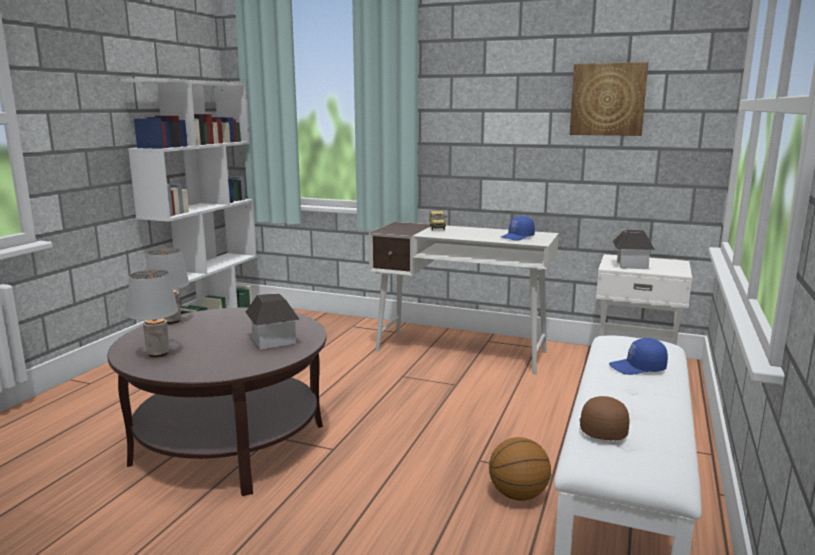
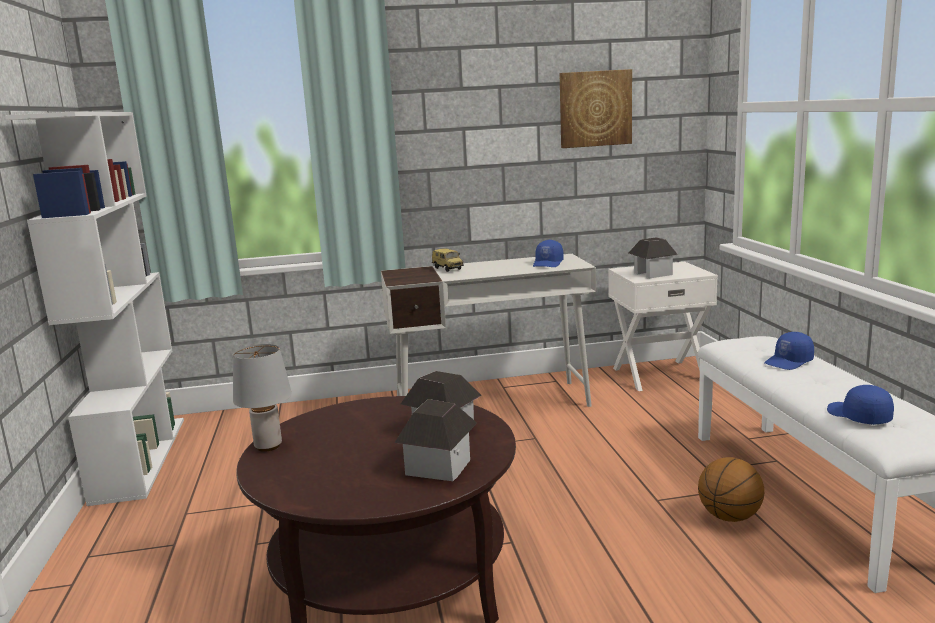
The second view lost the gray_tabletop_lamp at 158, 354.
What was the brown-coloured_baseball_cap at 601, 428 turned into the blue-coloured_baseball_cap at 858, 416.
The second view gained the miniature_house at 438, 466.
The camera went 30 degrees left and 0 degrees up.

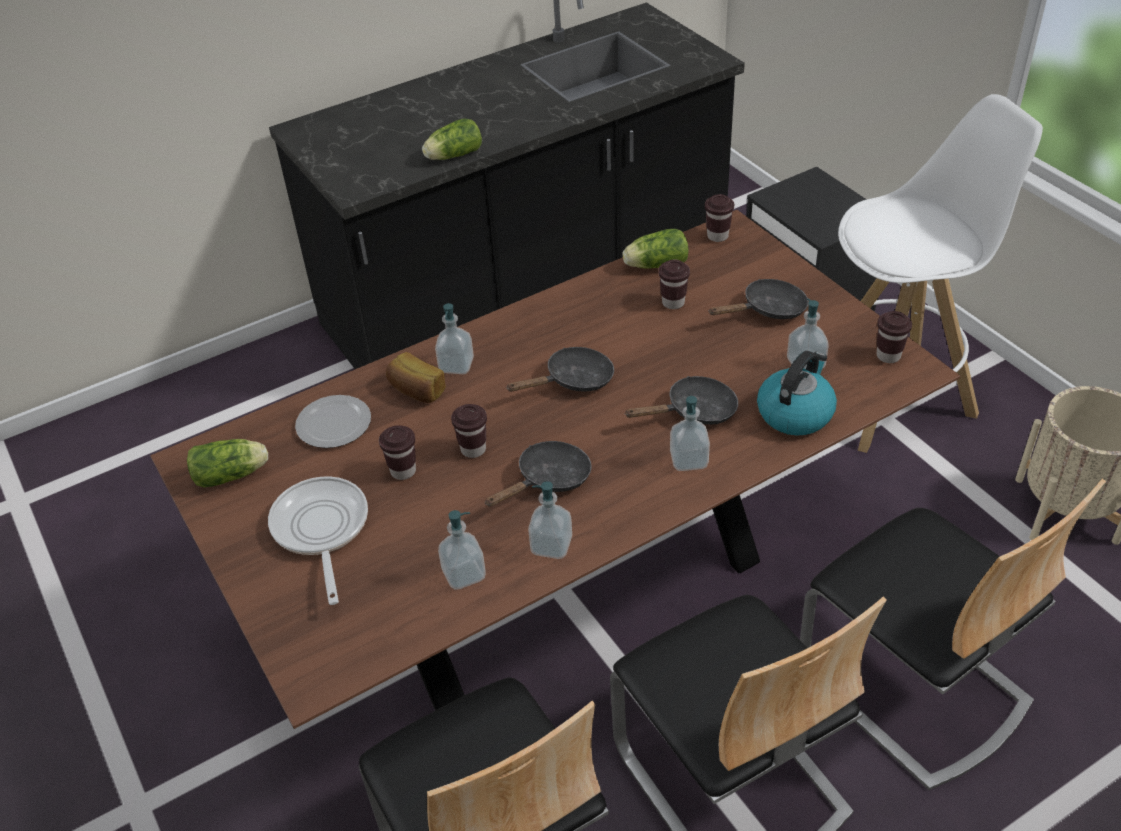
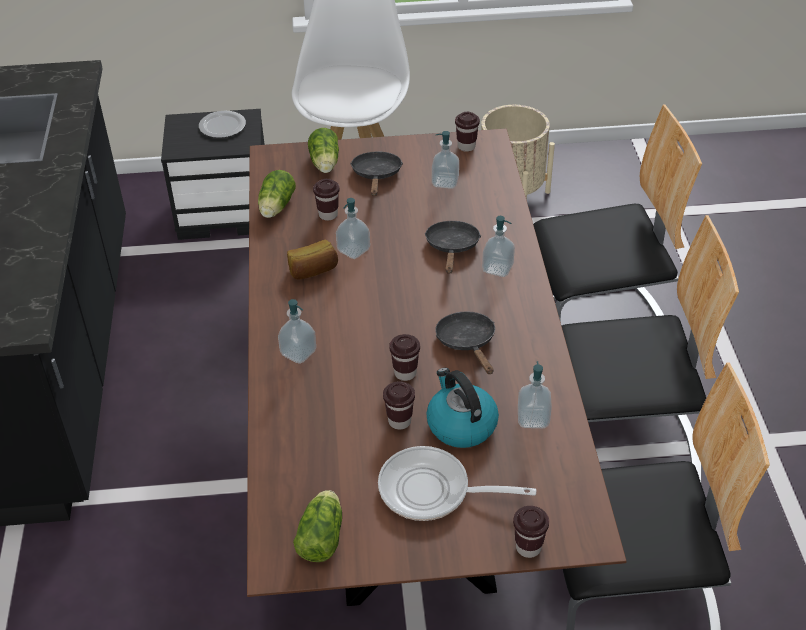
The lettuce ended up elsewhere, having gone from 452, 156 to 325, 164.
The brown-coloured_drinking_cup ended up elsewhere, having gone from 717, 236 to 528, 547.
The second view lost the black_skillet at 573, 380.
The water_kettle ended up elsewhere, having gone from 795, 412 to 460, 425.
The bread ended up elsewhere, having gone from 416, 391 to 313, 271.
The plate ended up elsewhere, having gone from 334, 425 to 223, 126.
The soap_bottle ended up elsewhere, having gone from 551, 545 to 353, 250.
The camera went 65 degrees left and 0 degrees up.

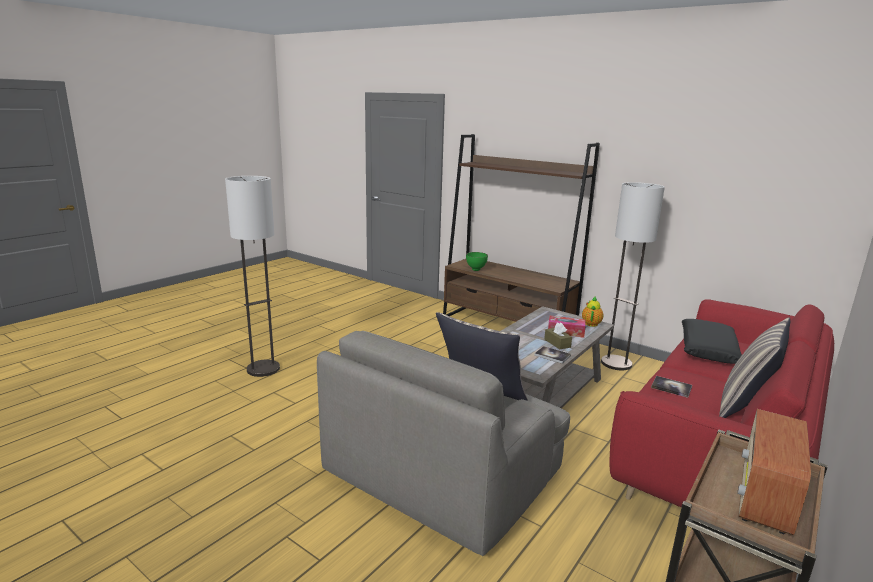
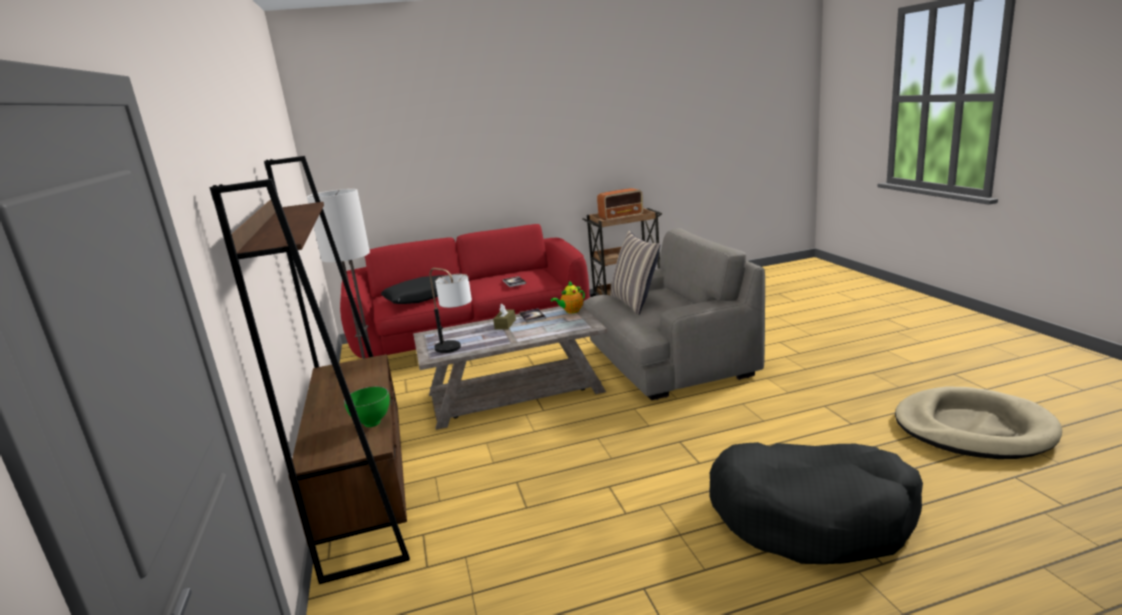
Where the standing_lamp stood at 263, 369, the black_pet_bed came to stand at 812, 516.
The teapot ended up elsewhere, having gone from 591, 323 to 571, 311.
The second view lost the tissue_box at 565, 331.
The second view lost the throw_pillow at 745, 406.
The second view gained the tabletop_lamp at 456, 350.
The second view gained the beige-coloured_pet_bed at 972, 428.
The camera went 140 degrees left and 0 degrees up.

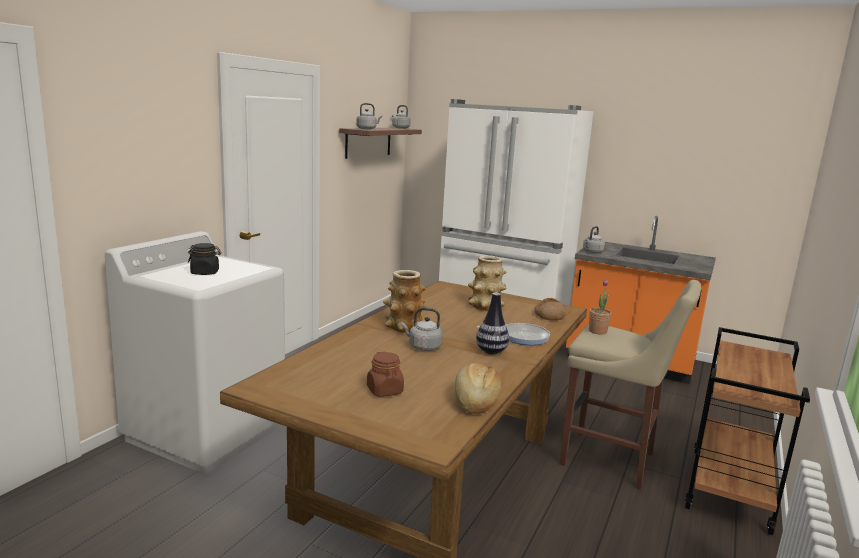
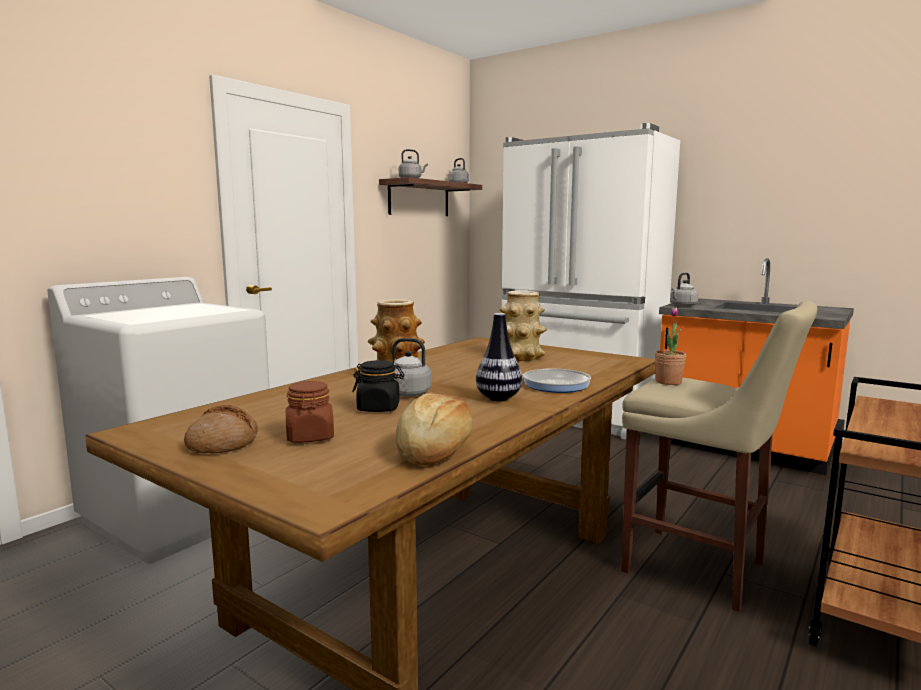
The black_storage_jar ended up elsewhere, having gone from 205, 273 to 379, 408.
The bread ended up elsewhere, having gone from 549, 315 to 222, 443.
The camera went 10 degrees right and 5 degrees down.

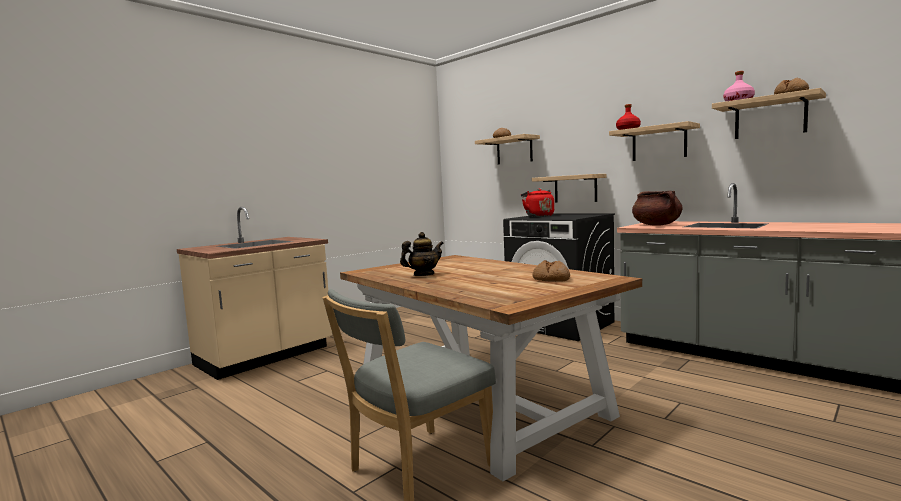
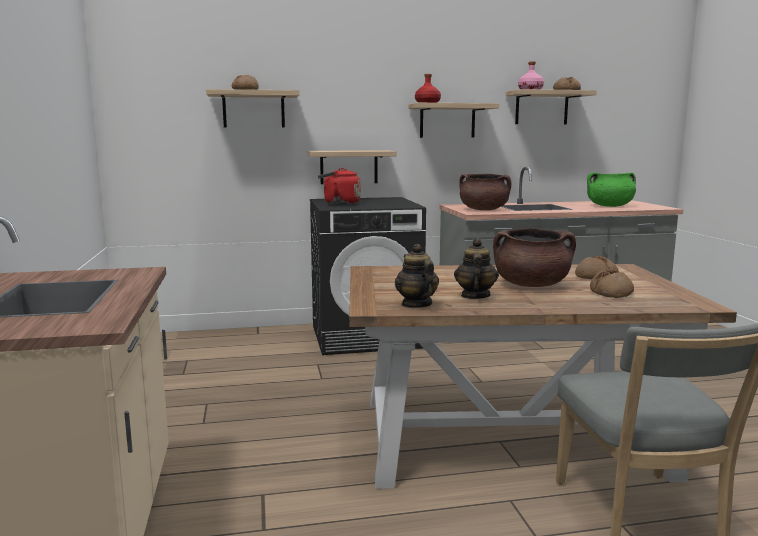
The second view gained the greenish_stockpot at 609, 206.
The second view gained the brown-coloured_stockpot at 531, 285.
The second view gained the teapot at 416, 304.
The second view gained the bread at 611, 293.
The camera went 55 degrees left and 5 degrees up.

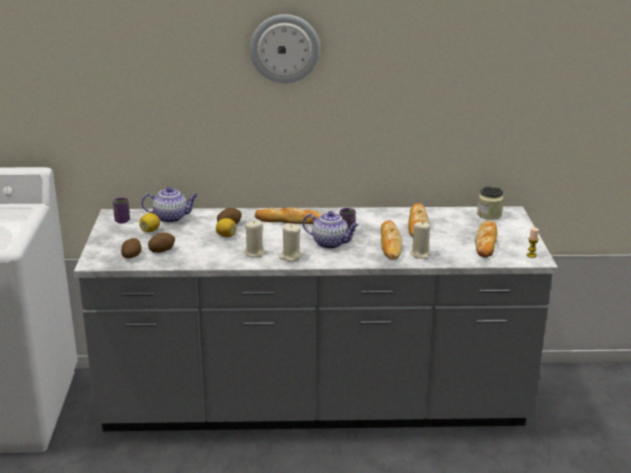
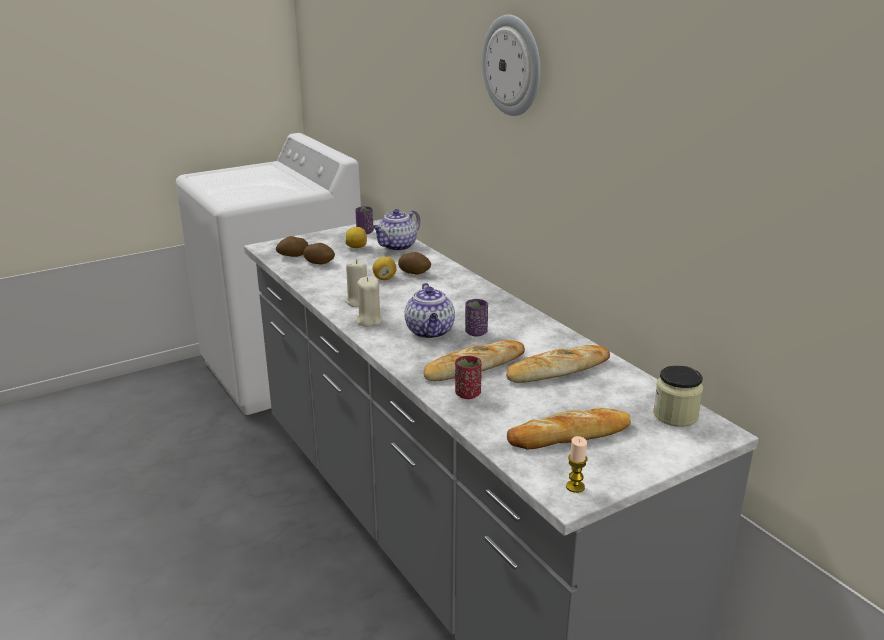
The teapot at 171, 217 ended up facing another way, 75 degrees clockwise from before.
The second view lost the bread at 291, 220.
Where the beige-coloured_wax_candle stood at 420, 254, the red_drinking_cup came to stand at 467, 394.
The camera went 60 degrees right and 0 degrees up.

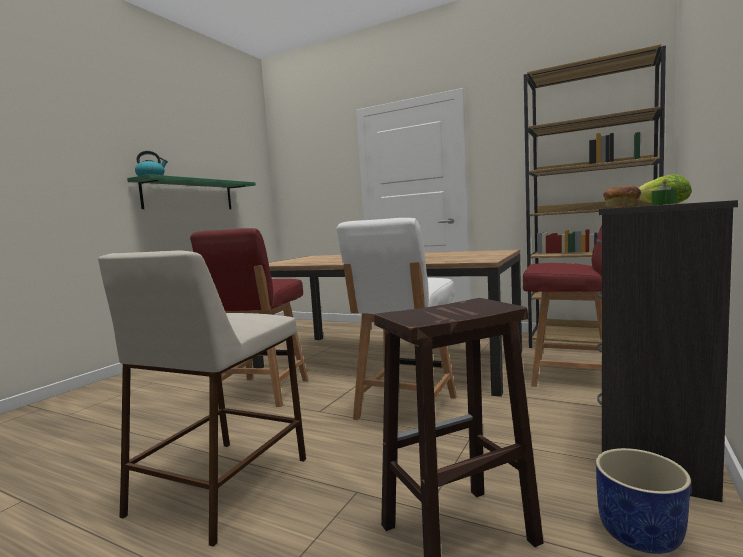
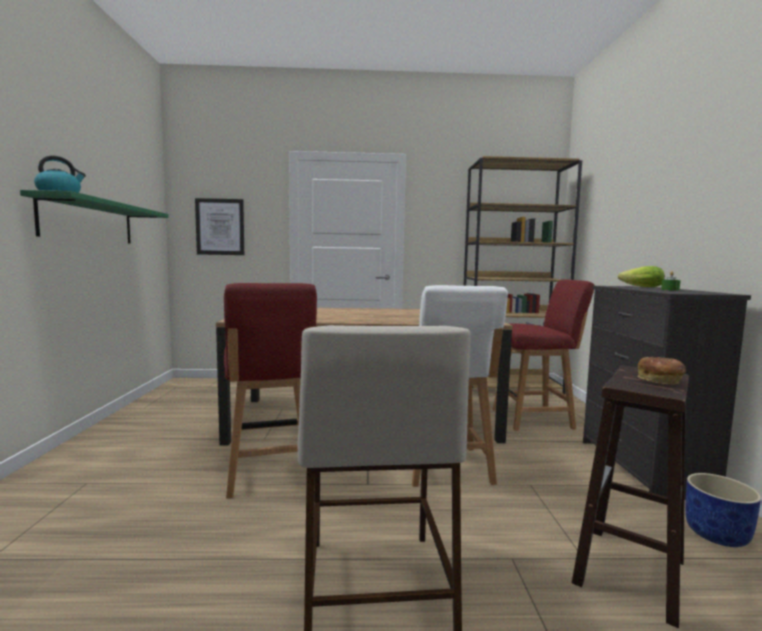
The bread ended up elsewhere, having gone from 621, 207 to 659, 381.
The second view gained the wall_picture at 220, 227.
The camera went 30 degrees left and 0 degrees up.

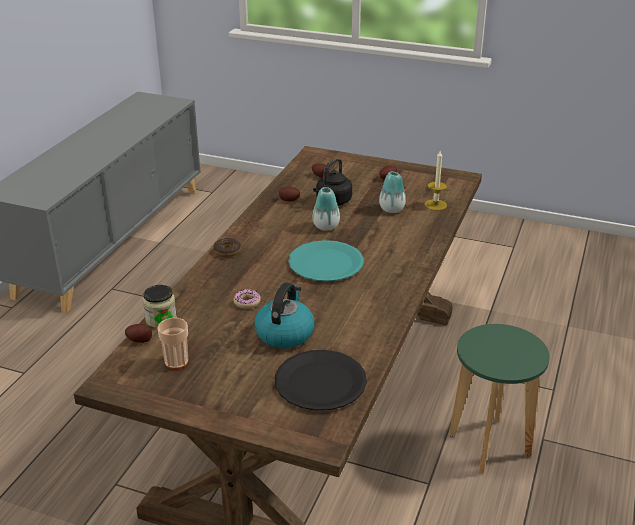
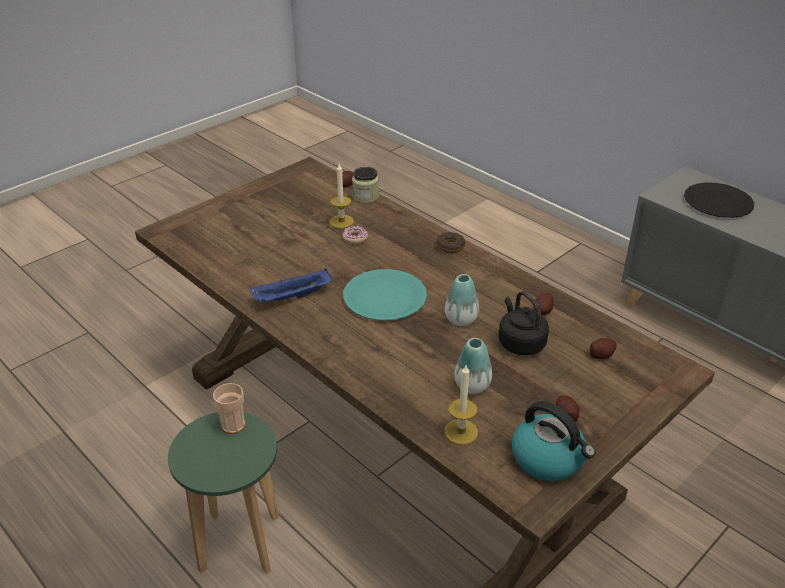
The water_kettle ended up elsewhere, having gone from 285, 333 to 548, 459.
The drinking_cup ended up elsewhere, having gone from 176, 362 to 233, 425.
The black_plate ended up elsewhere, having gone from 320, 382 to 718, 202.
The second view gained the wax_candle at 341, 221.
The second view gained the blue-coloured_carrying_tray at 292, 298.
The camera went 115 degrees right and 5 degrees up.

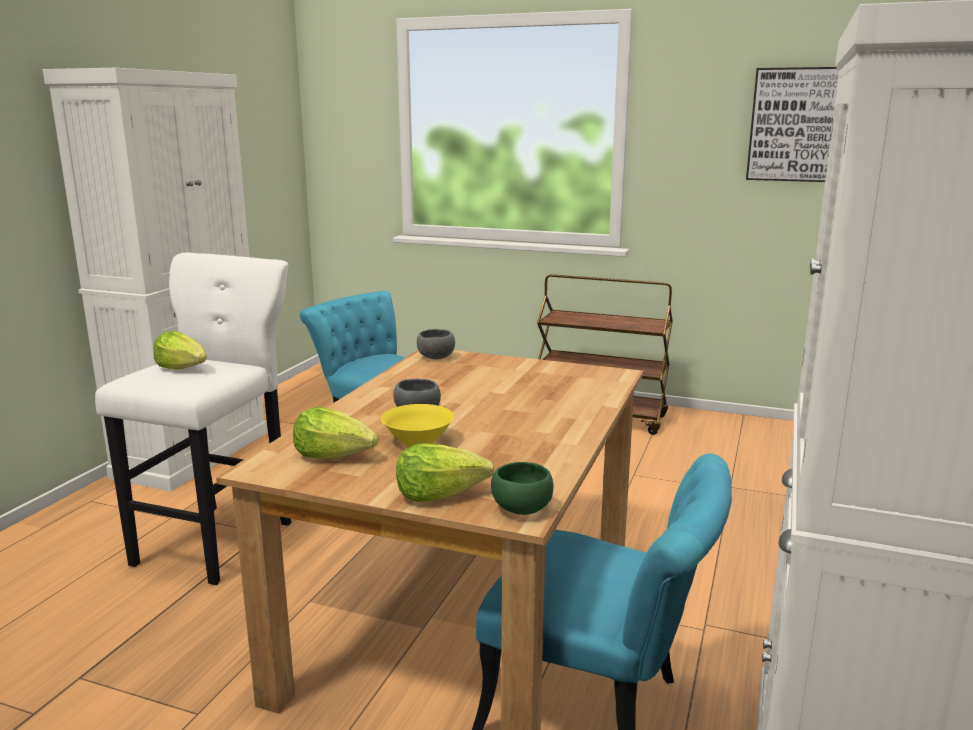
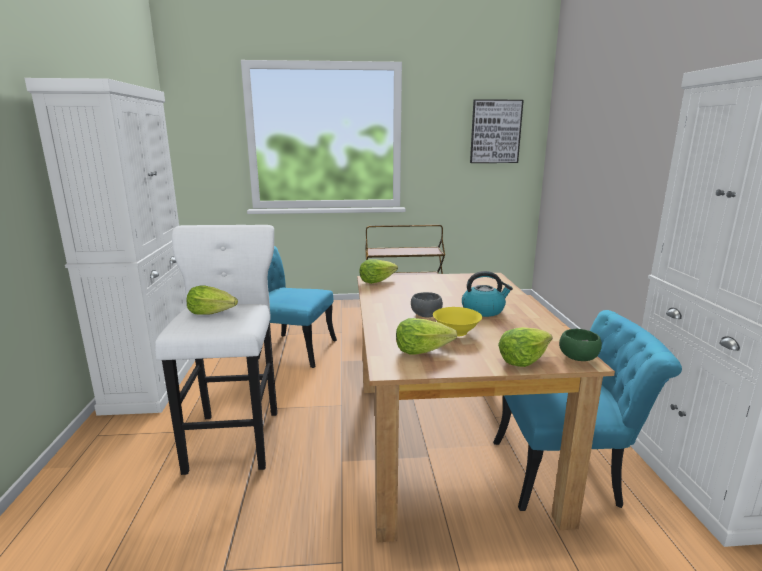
Where the gray_serving_bowl stood at 435, 357, the lettuce came to stand at 376, 281.
The second view gained the water_kettle at 483, 310.
The camera went 25 degrees left and 0 degrees up.

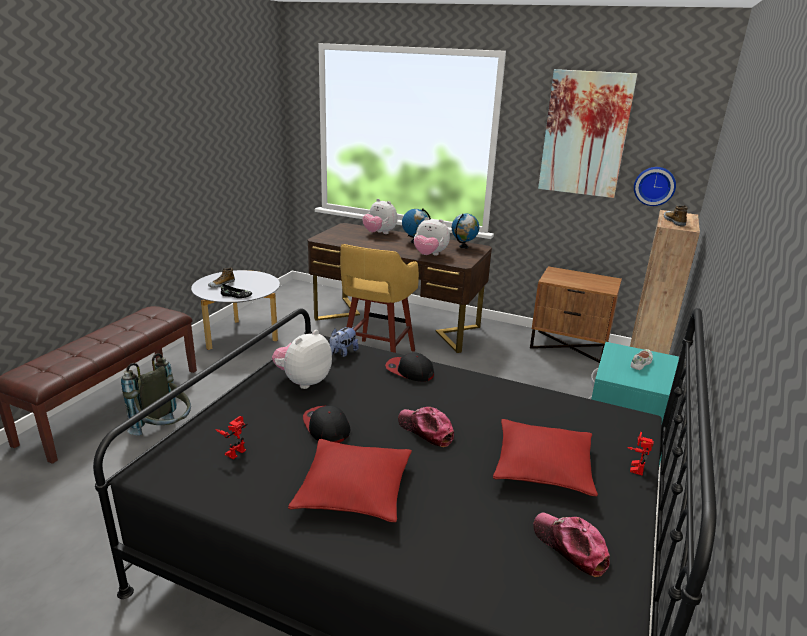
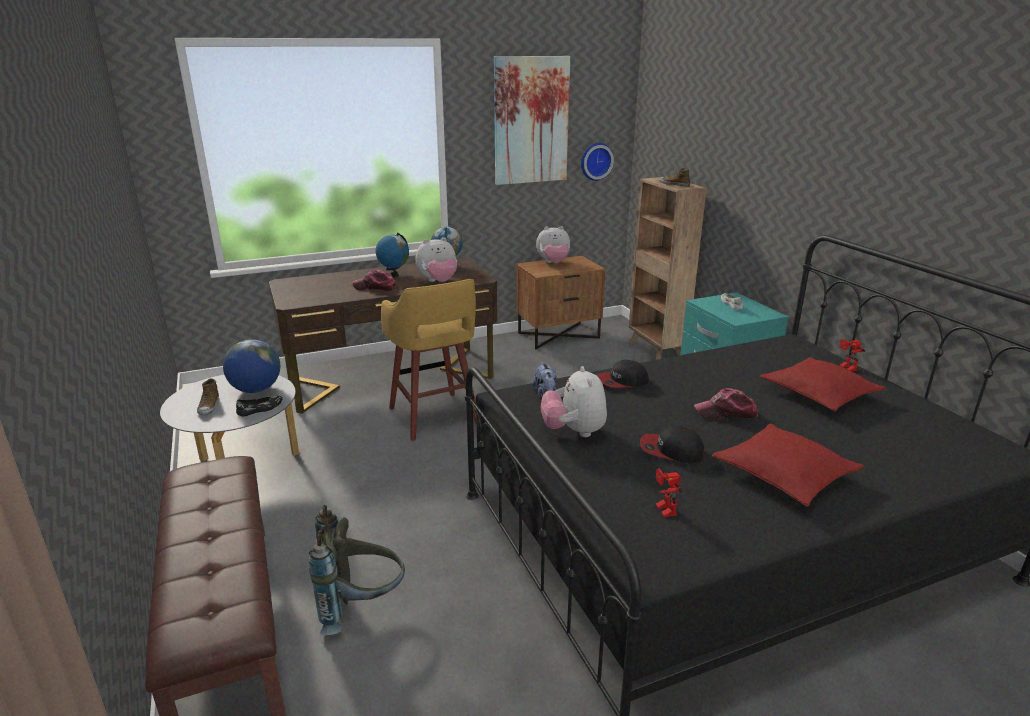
The soft_toy ended up elsewhere, having gone from 379, 233 to 553, 263.
The baseball_cap ended up elsewhere, having gone from 570, 547 to 376, 287.
The second view gained the world_globe at 256, 389.
The camera went 45 degrees left and 0 degrees up.

